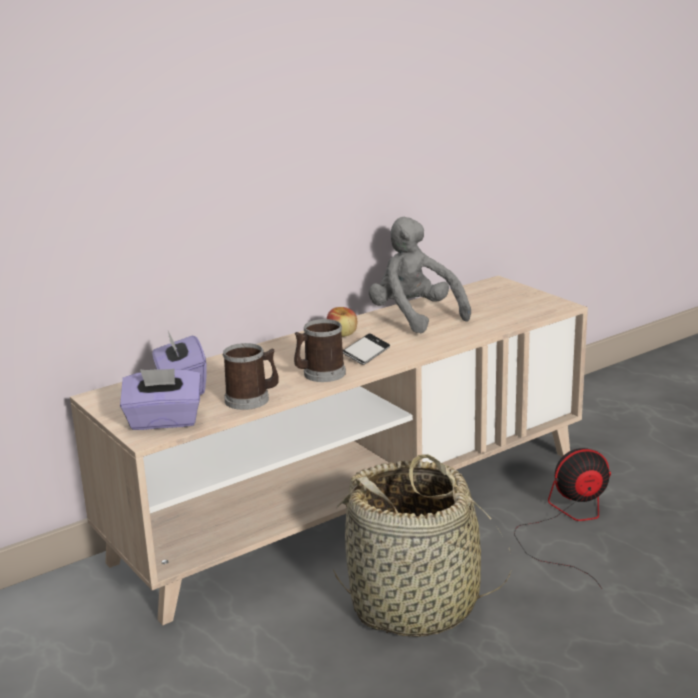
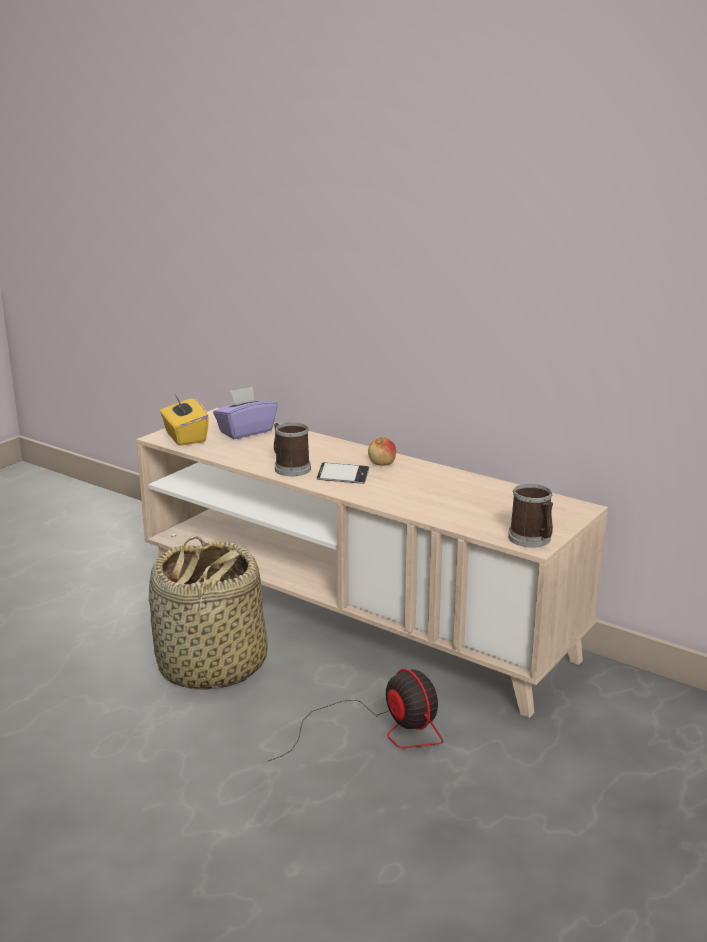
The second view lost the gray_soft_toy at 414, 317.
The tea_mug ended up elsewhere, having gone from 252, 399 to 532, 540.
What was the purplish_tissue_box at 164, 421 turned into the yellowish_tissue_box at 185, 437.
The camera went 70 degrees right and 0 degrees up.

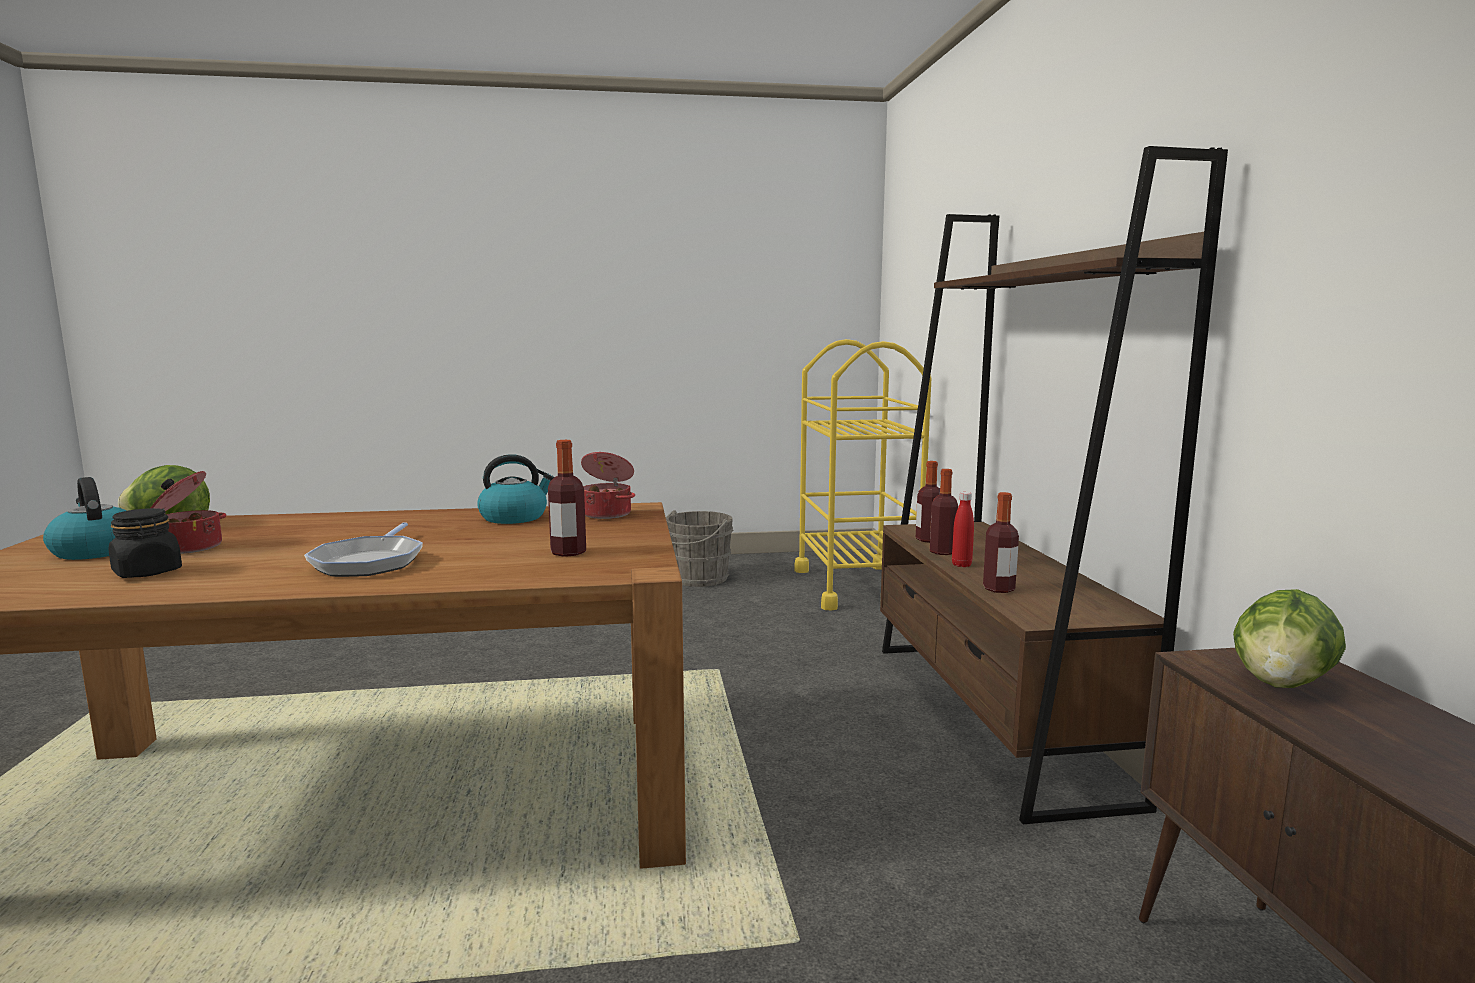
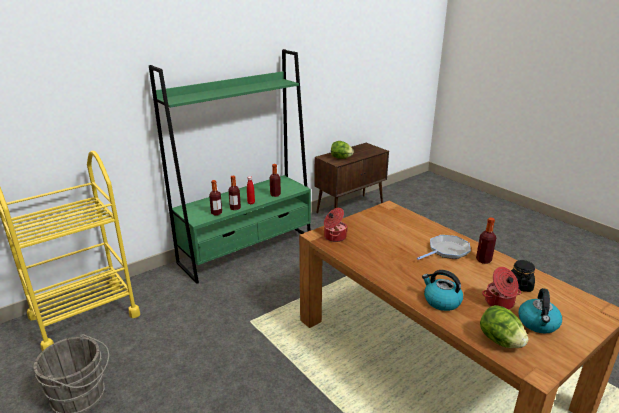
What was the brown-coloured_shelving_unit at 992, 716 turned into the greenish_shelving_unit at 247, 250.
The drink_bottle ended up elsewhere, having gone from 568, 552 to 483, 260.
The water_kettle ended up elsewhere, having gone from 515, 517 to 441, 301.
The camera went 120 degrees left and 15 degrees up.

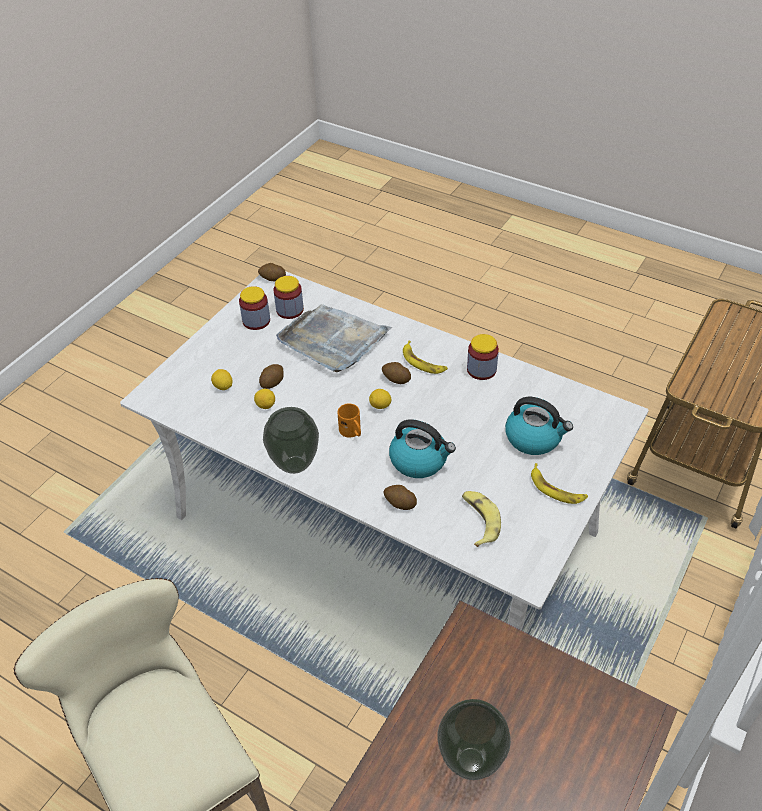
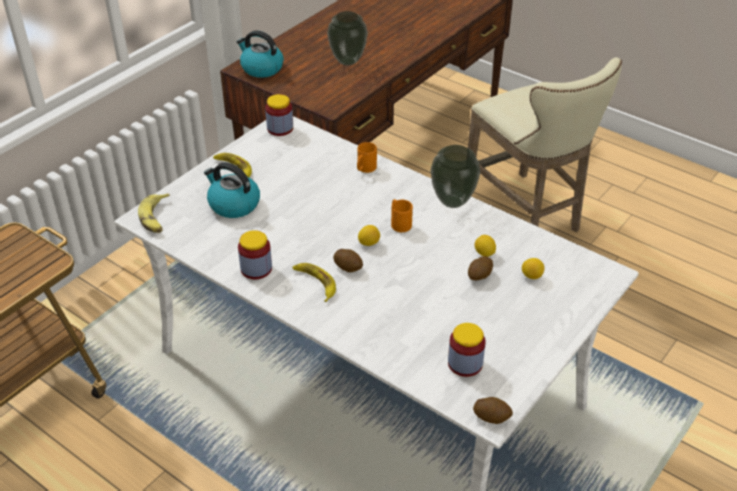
The storage_jar ended up elsewhere, having gone from 256, 321 to 280, 128.
The second view lost the gray_carrying_tray at 333, 340.
The water_kettle ended up elsewhere, having gone from 419, 460 to 261, 68.
Where the potato stood at 400, 503, the orange_tea_mug came to stand at 365, 169.
The whole_banana ended up elsewhere, having gone from 479, 520 to 156, 218.
The camera went 175 degrees left and 5 degrees down.

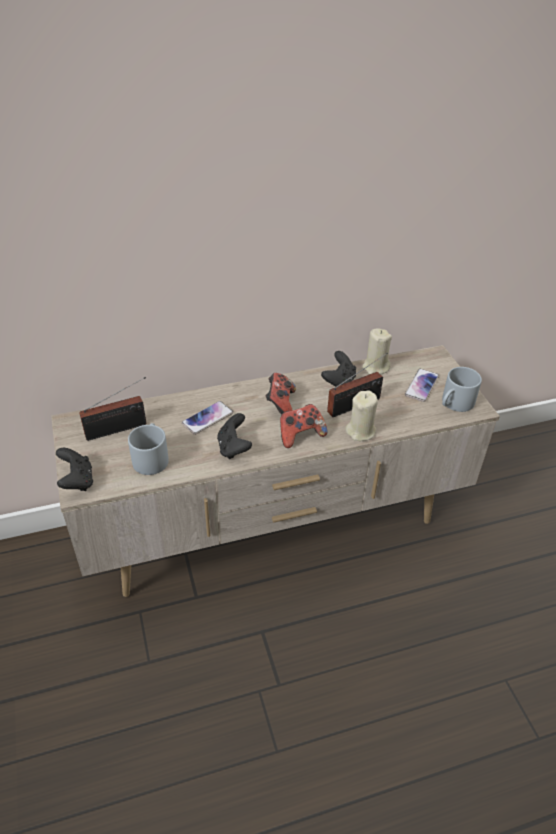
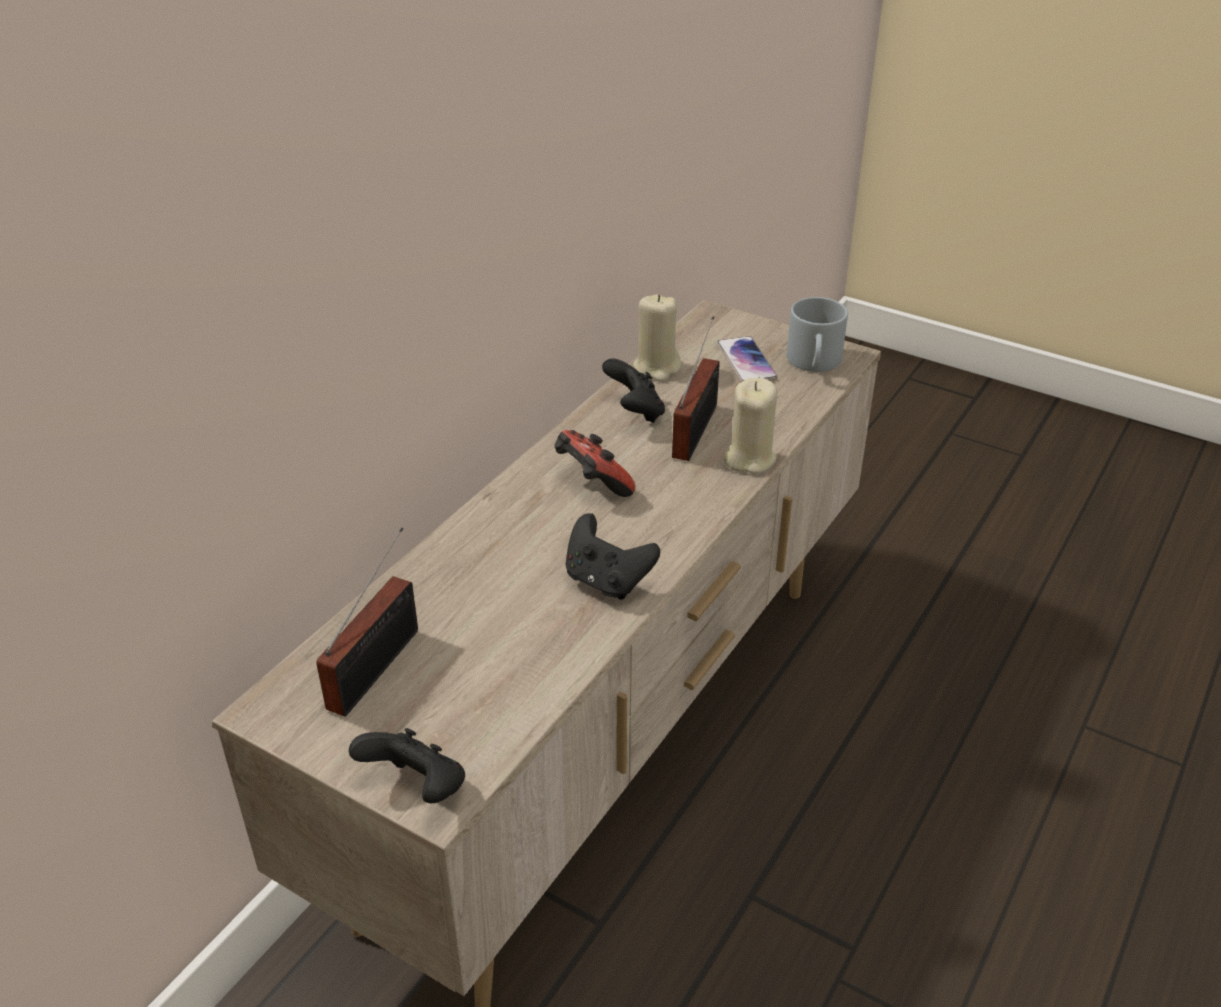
The second view lost the telephone at 207, 418.
The second view lost the game_controller at 300, 435.
The second view lost the gray_tea_mug at 150, 457.
The camera went 40 degrees left and 5 degrees down.

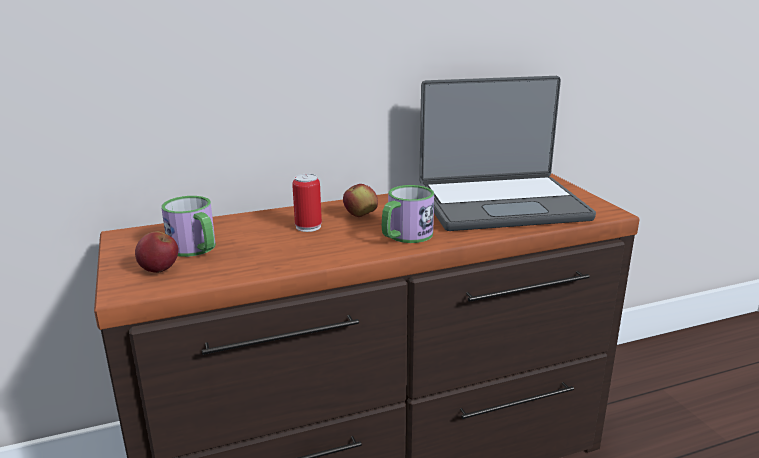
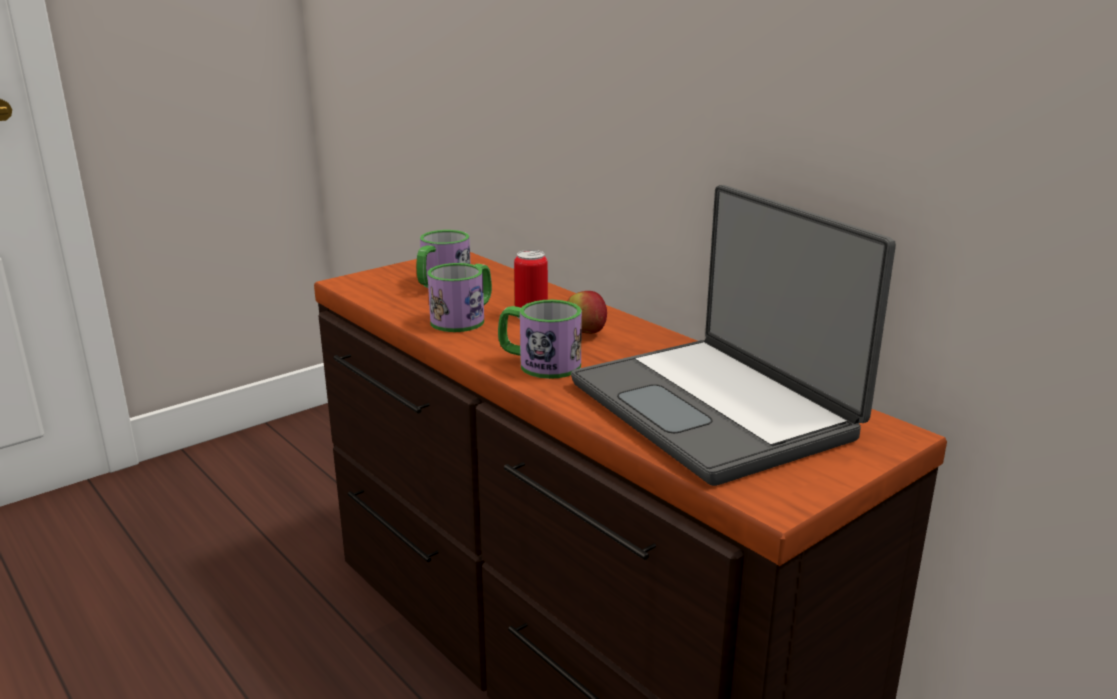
The second view lost the whole_apple at 159, 270.
The second view gained the tea_mug at 464, 318.
The camera went 70 degrees right and 0 degrees up.

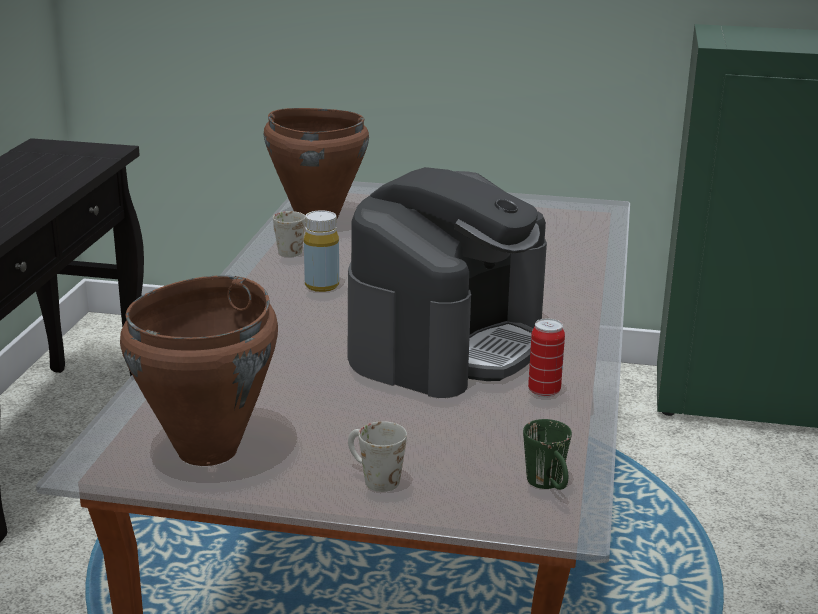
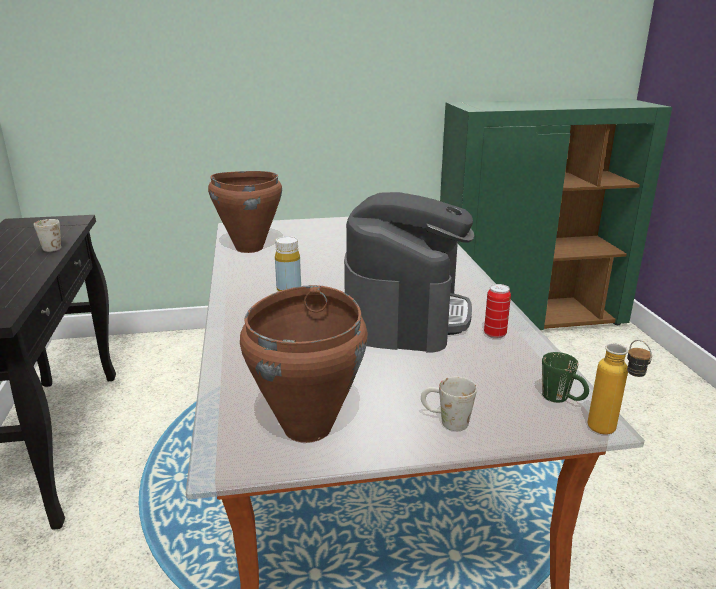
The whitish_tea_mug ended up elsewhere, having gone from 285, 250 to 48, 247.
The second view gained the drink_bottle at 610, 433.
The camera went 20 degrees left and 0 degrees up.

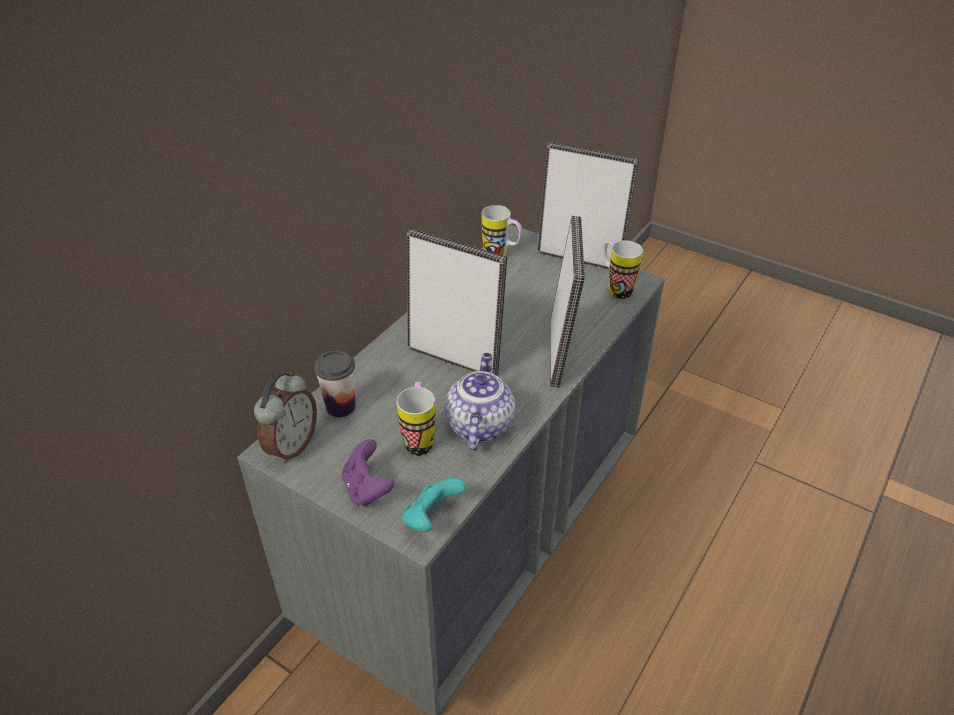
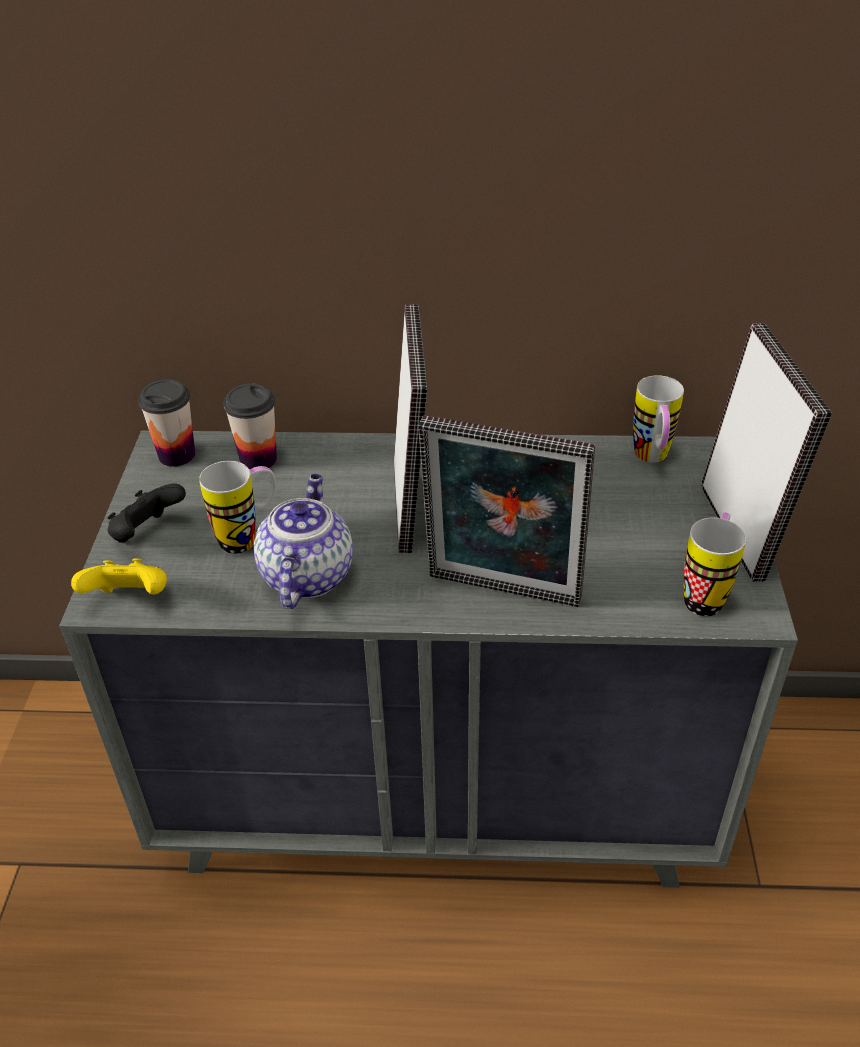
The standing_frame at 561, 354 ended up facing another way, 45 degrees clockwise from before.
The teapot at 479, 425 ended up facing another way, 60 degrees counterclockwise from before.
Where the table_clock stood at 291, 446, the drinking_cup came to stand at 177, 455.
What was the purplish_game_controller at 367, 489 turned into the black_game_controller at 147, 533.
What was the turquoise_game_controller at 431, 518 turned into the yellowish_game_controller at 130, 600.
The camera went 60 degrees right and 0 degrees up.

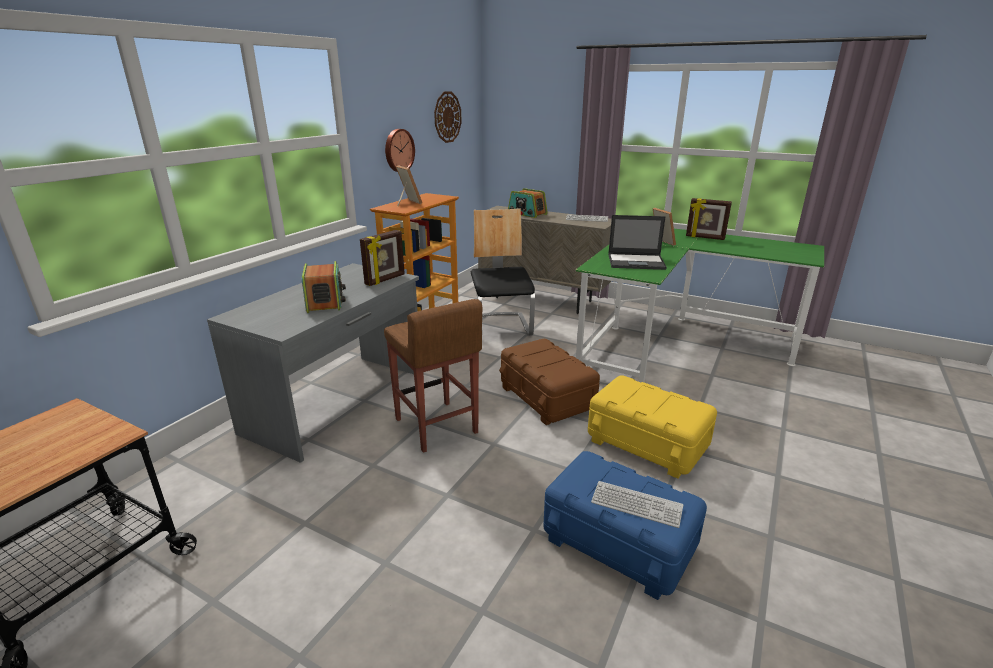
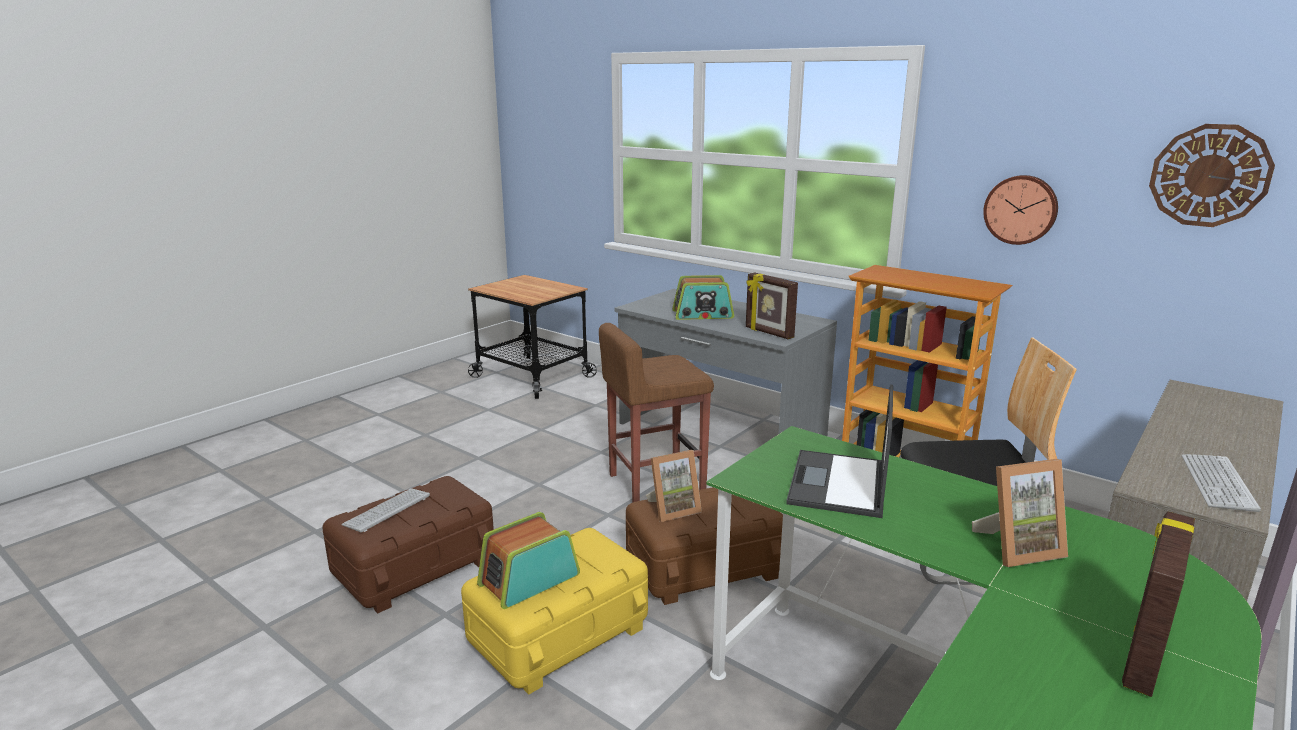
The standing_frame ended up elsewhere, having gone from 407, 203 to 673, 509.
The radio ended up elsewhere, having gone from 527, 213 to 528, 580.
What was the blue-coloured_storage_box at 619, 541 turned into the brown-coloured_storage_box at 415, 567.
The camera went 100 degrees right and 5 degrees down.

